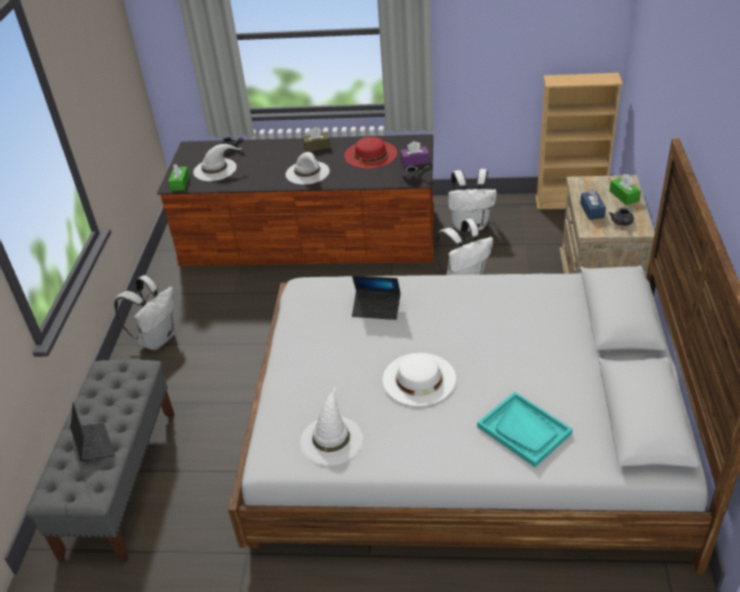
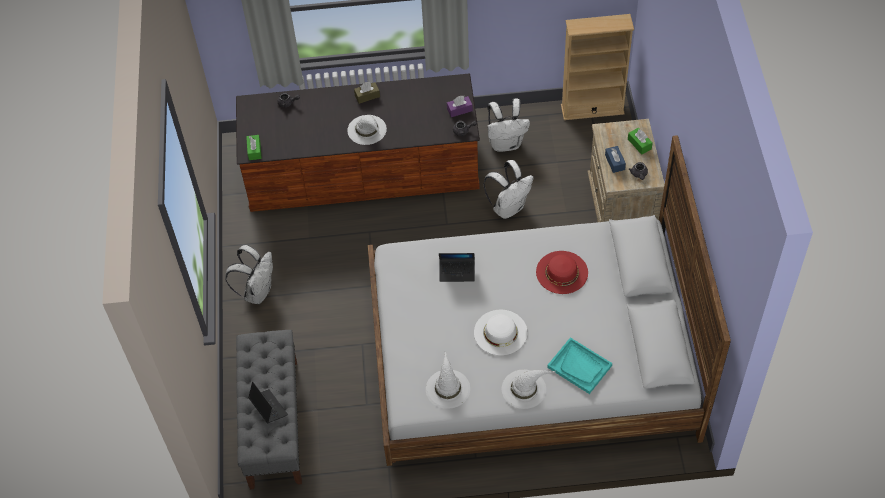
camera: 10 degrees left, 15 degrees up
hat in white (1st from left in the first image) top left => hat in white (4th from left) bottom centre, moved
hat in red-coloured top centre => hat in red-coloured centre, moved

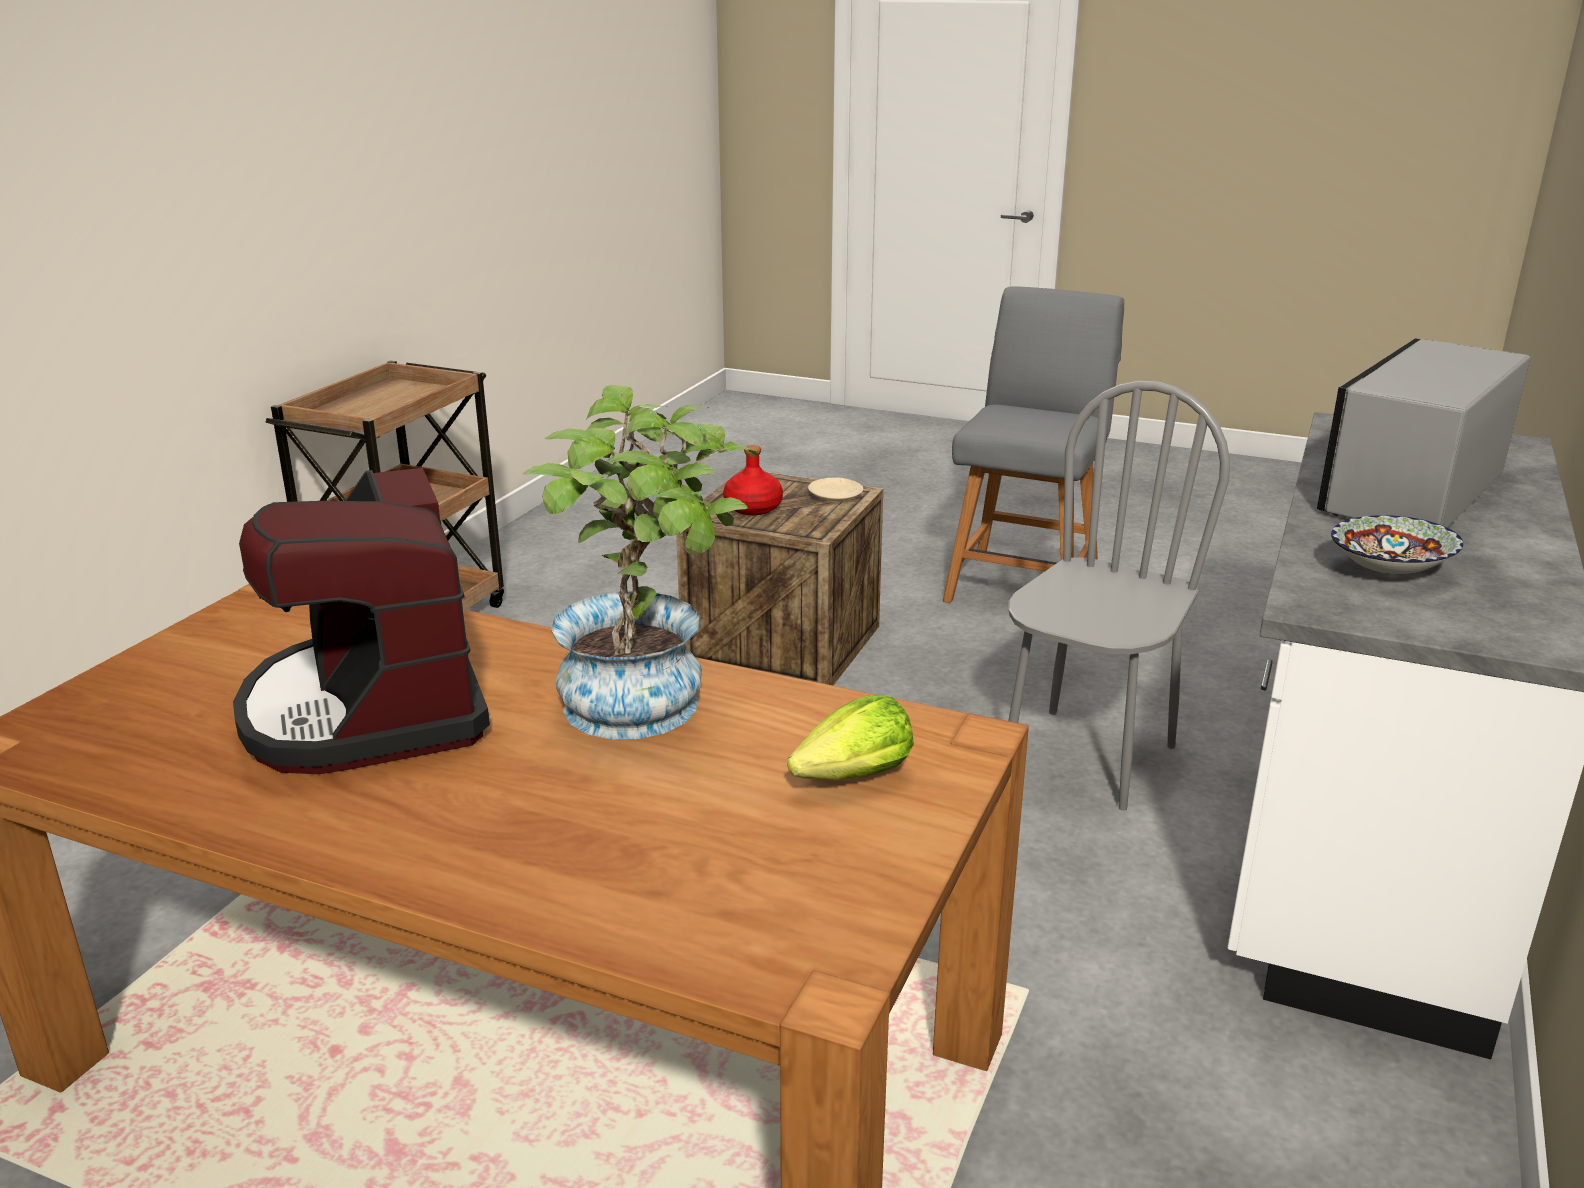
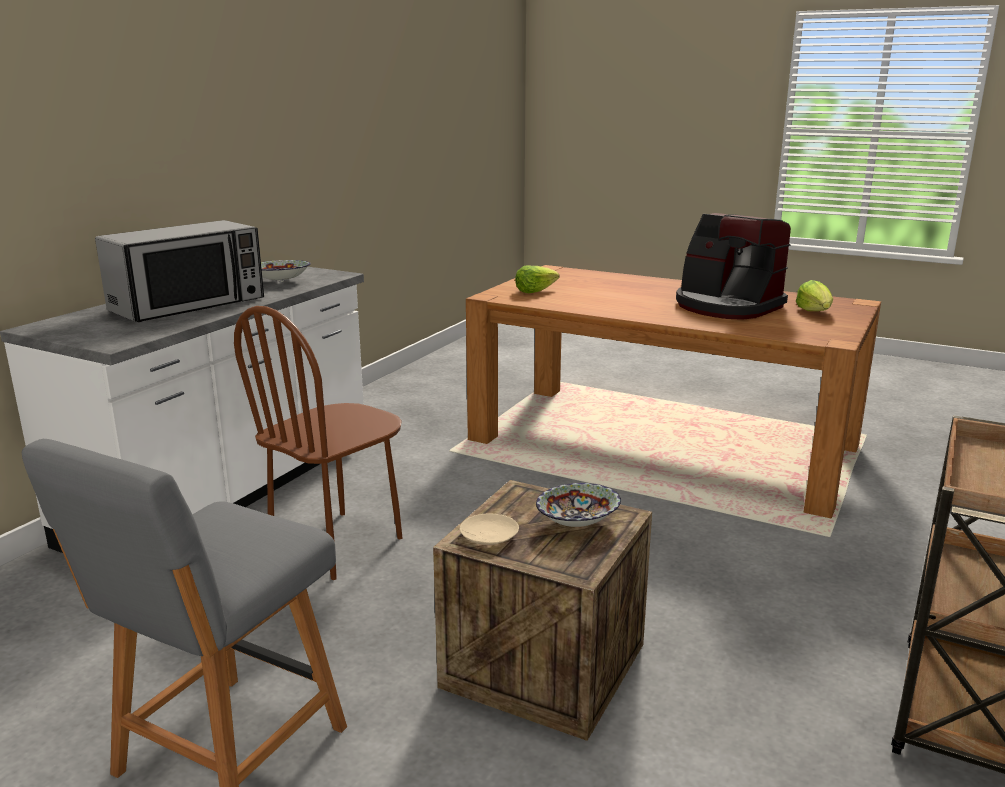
camera: 175 degrees left, 5 degrees down
coffee maker middle left => coffee maker middle right, 150 degrees clockwise
houseplant centre => nothing
bottle in red-coloured centre => deep dish (2nd from left) centre
plain chair in gray (2nd from left) middle right => plain chair in brownish middle left
nothing => head of lettuce (2nd from left) middle right

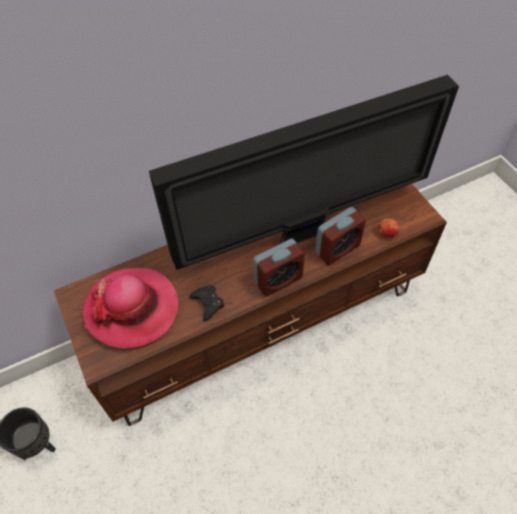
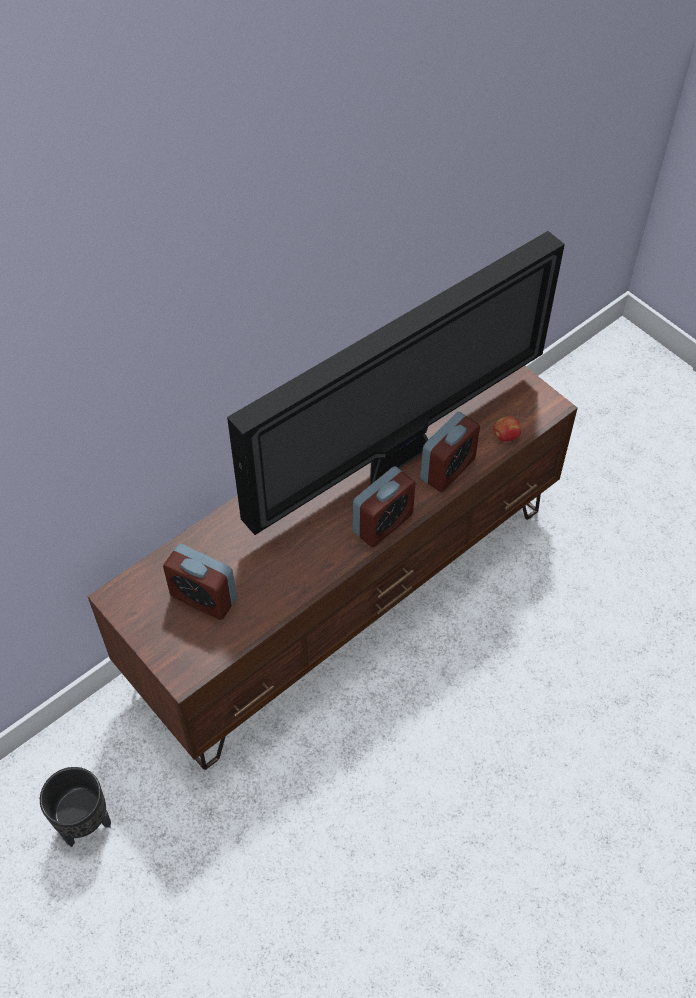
camera: 15 degrees left, 0 degrees up
hat middle left => bedside clock (1st from left) middle left
joypad in black-coloured centre => nothing

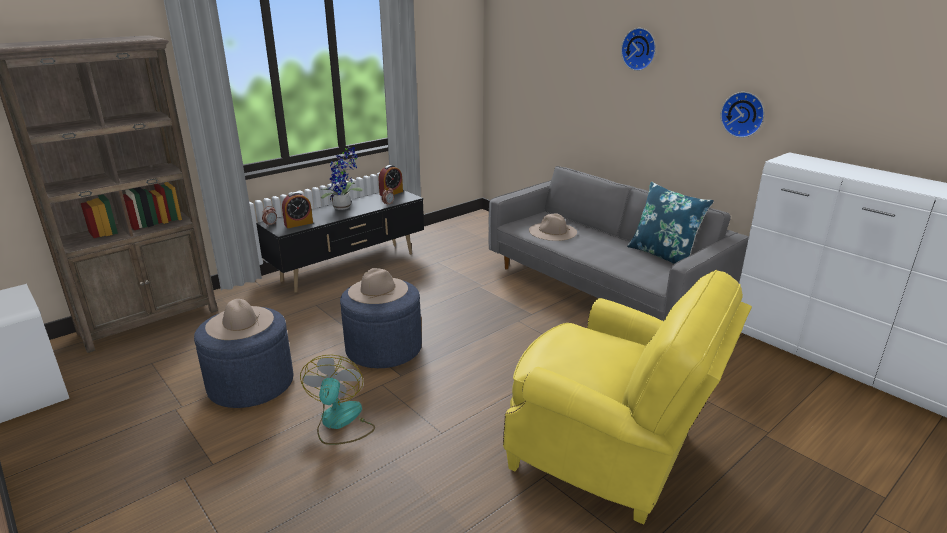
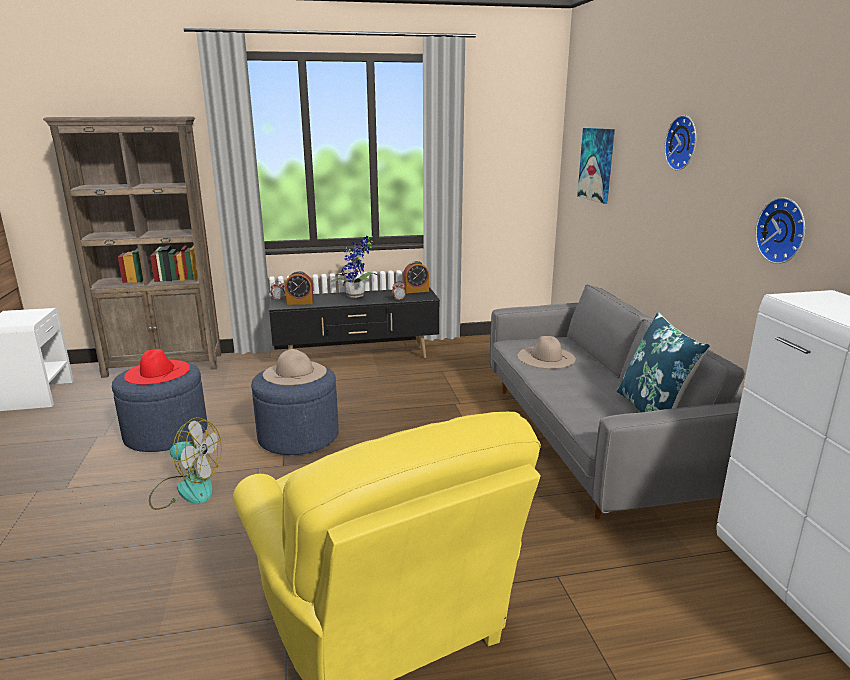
camera: 30 degrees right, 5 degrees down
hat in beige-coloured (1st from left) middle left => hat in red-coloured middle left
electric fan bottom centre => electric fan bottom left, 75 degrees clockwise
nothing => picture top right

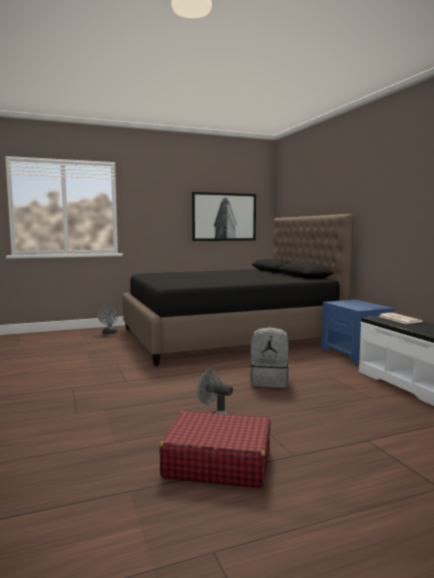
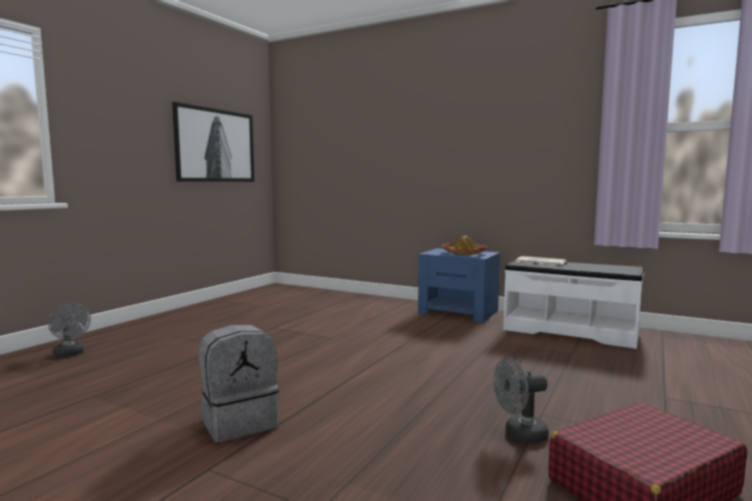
camera: 40 degrees left, 0 degrees up
sleeping bed in black-coloured centre => nothing
knapsack in gray centre => knapsack in gray bottom left, moved
nothing => hat centre

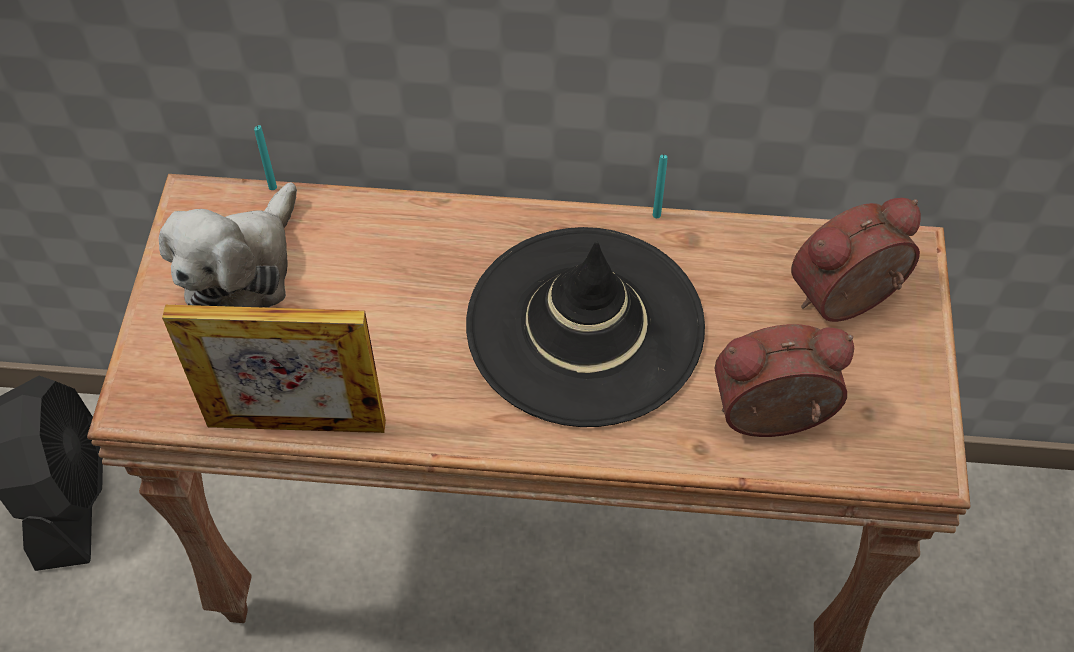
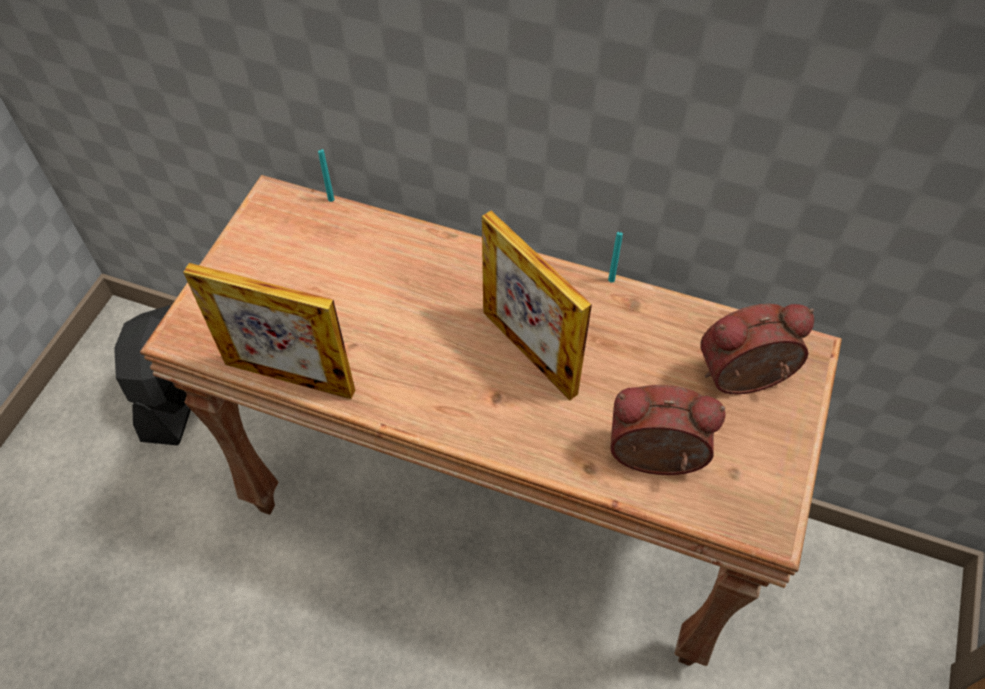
camera: 15 degrees right, 0 degrees up
plush toy middle left => nothing
hat in black-coloured centre => photo frame (2nd from left) centre

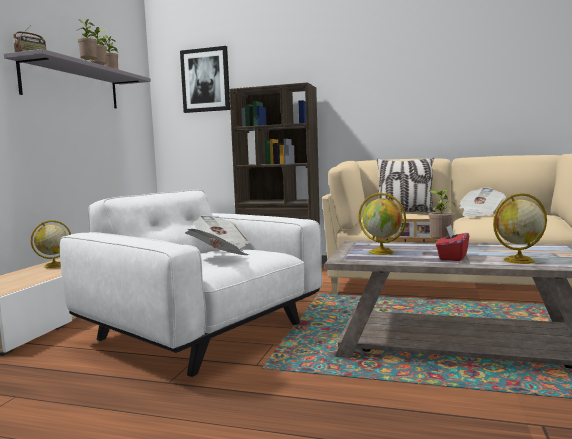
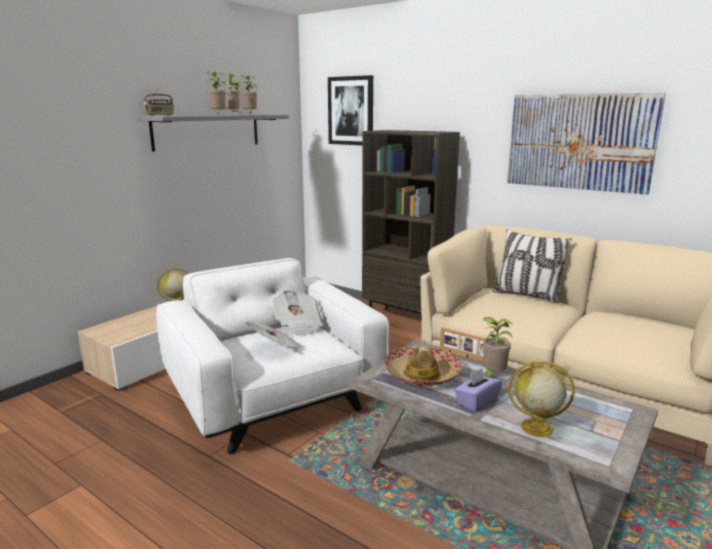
camera: 20 degrees right, 10 degrees up
globe (2nd from left) middle right => hat bottom centre
tissue holder in red-coloured middle right => tissue holder in purple bottom right
printed paper (3rd from left) middle right => nothing
nothing => picture (2nd from left) top right

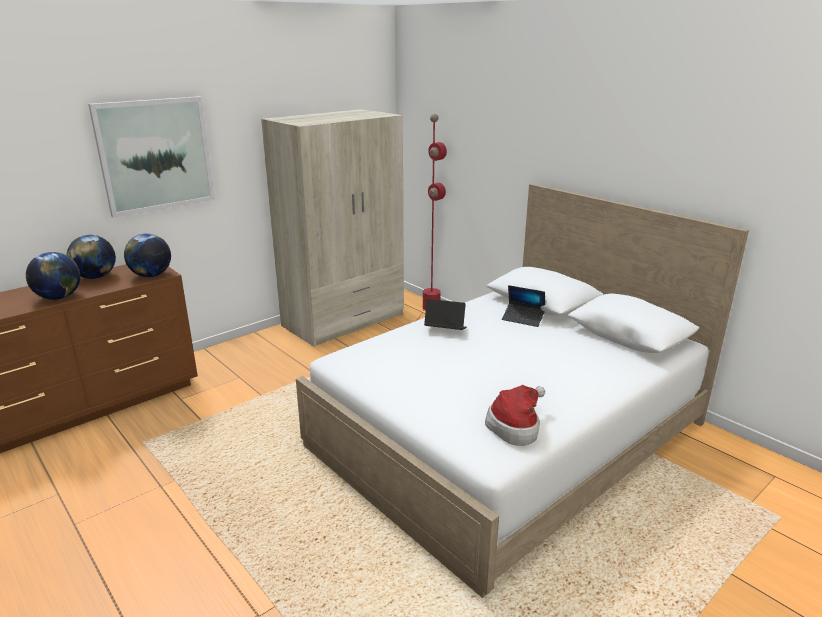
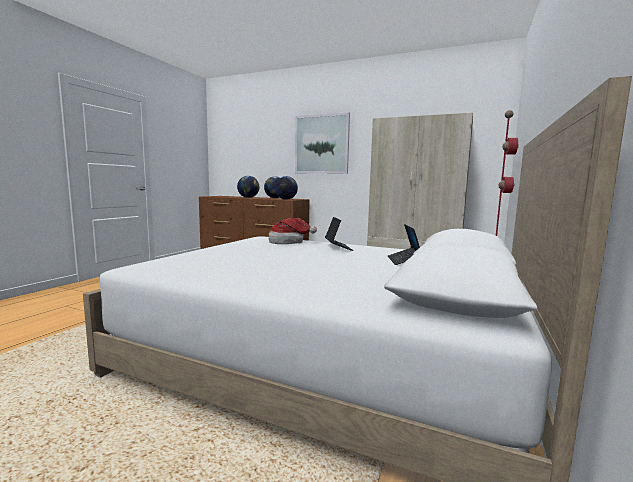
camera: 65 degrees right, 15 degrees down
hat bottom centre => hat centre, moved

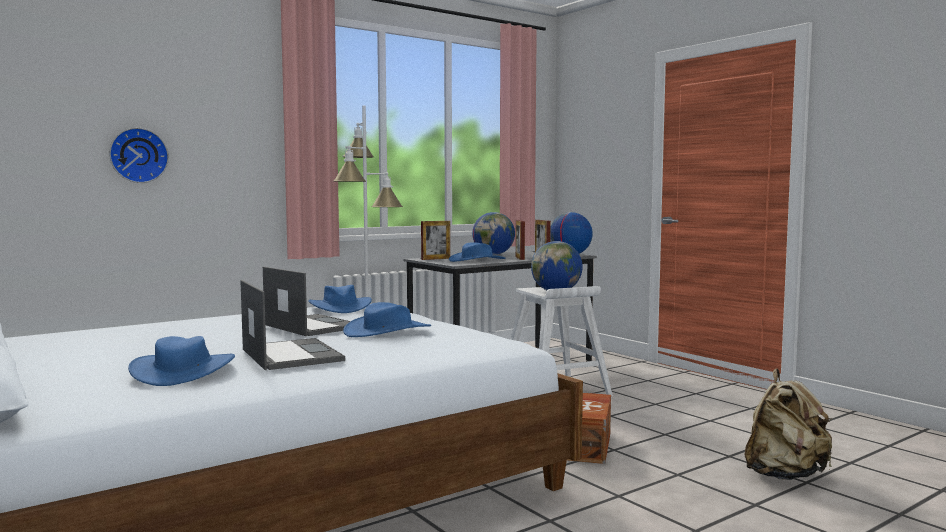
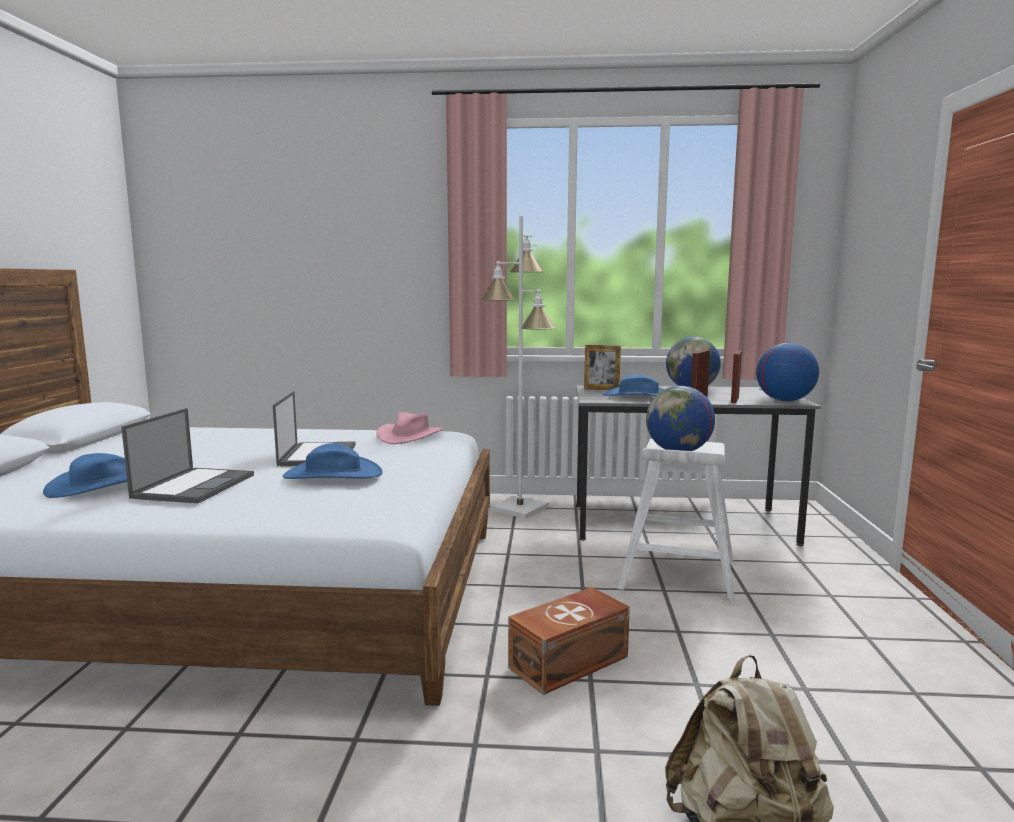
camera: 40 degrees right, 5 degrees up
clock on the wall top left => nothing
hat in bluish (2nd from left) centre => hat in pink-coloured centre

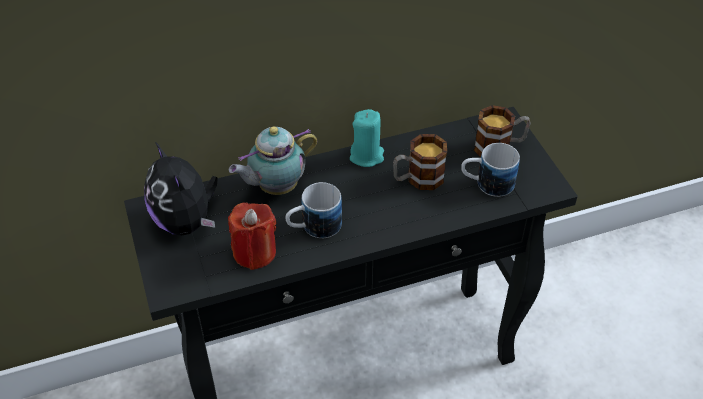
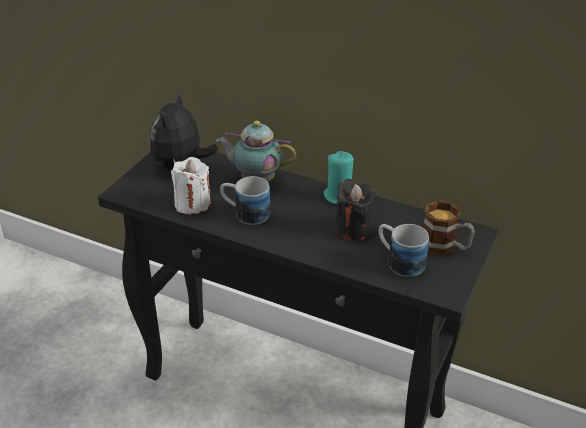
camera: 45 degrees right, 10 degrees down
candle in red-coloured centre => candle in white middle left
coffee mug (2nd from left) centre => candle in black-coloured centre

